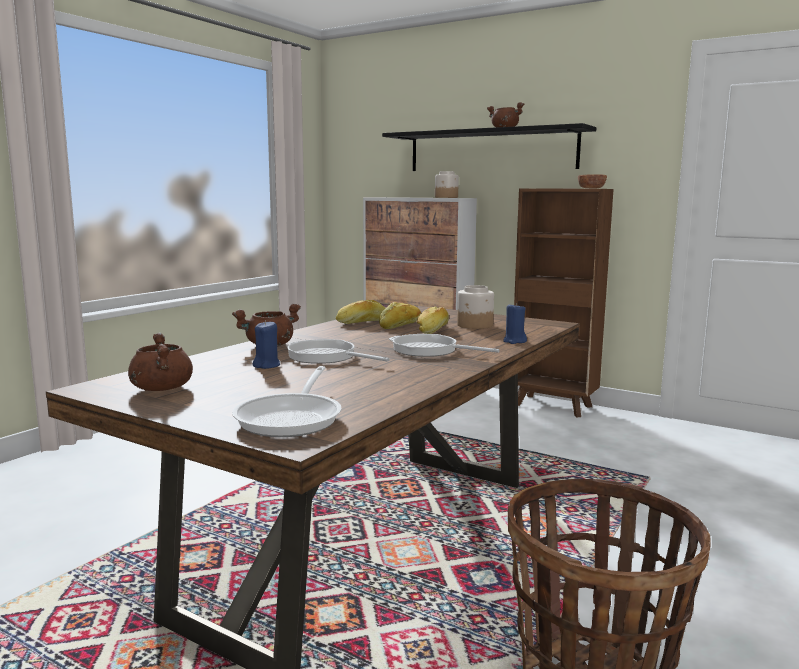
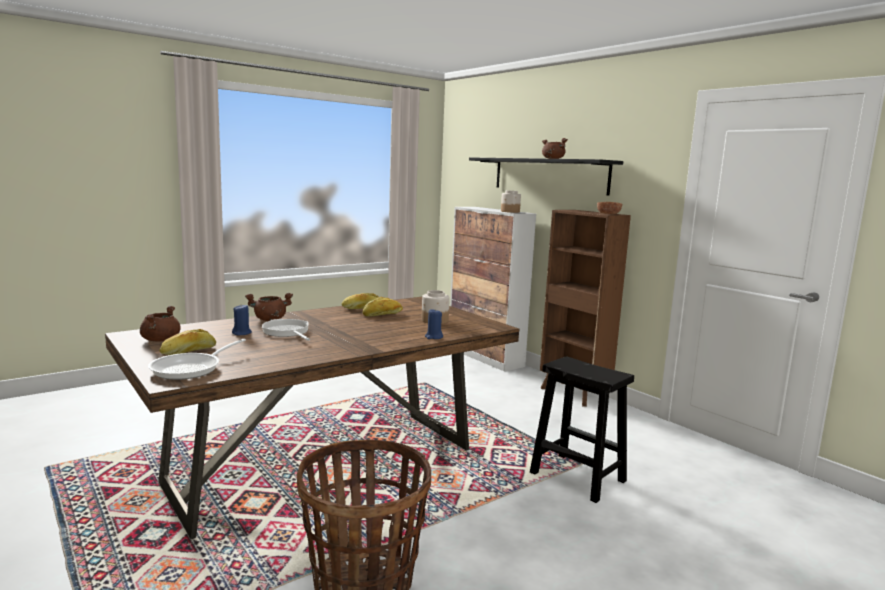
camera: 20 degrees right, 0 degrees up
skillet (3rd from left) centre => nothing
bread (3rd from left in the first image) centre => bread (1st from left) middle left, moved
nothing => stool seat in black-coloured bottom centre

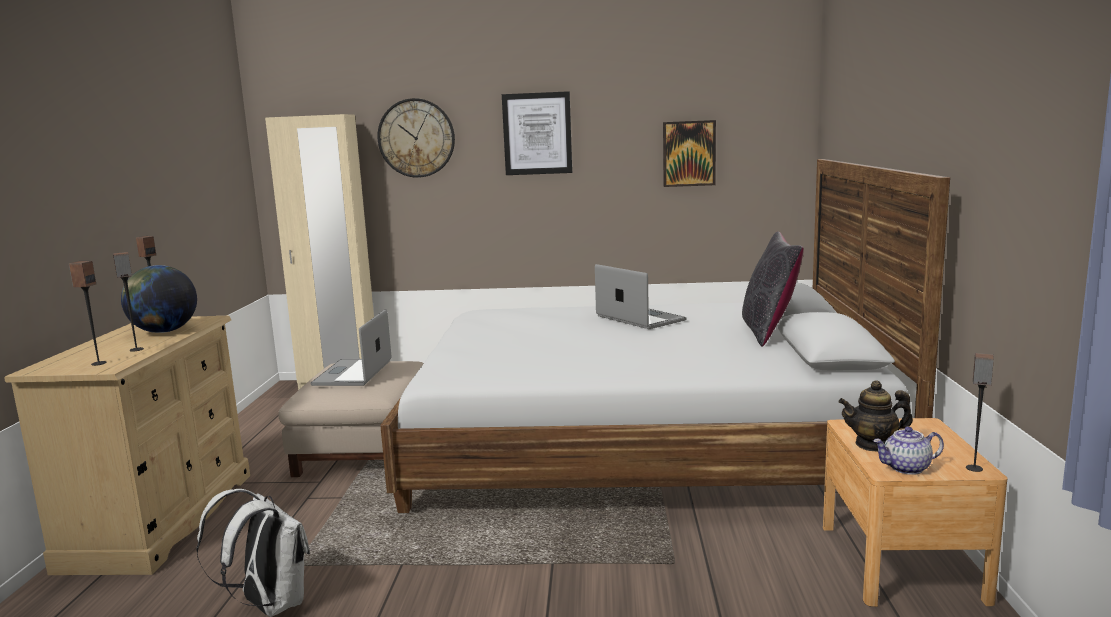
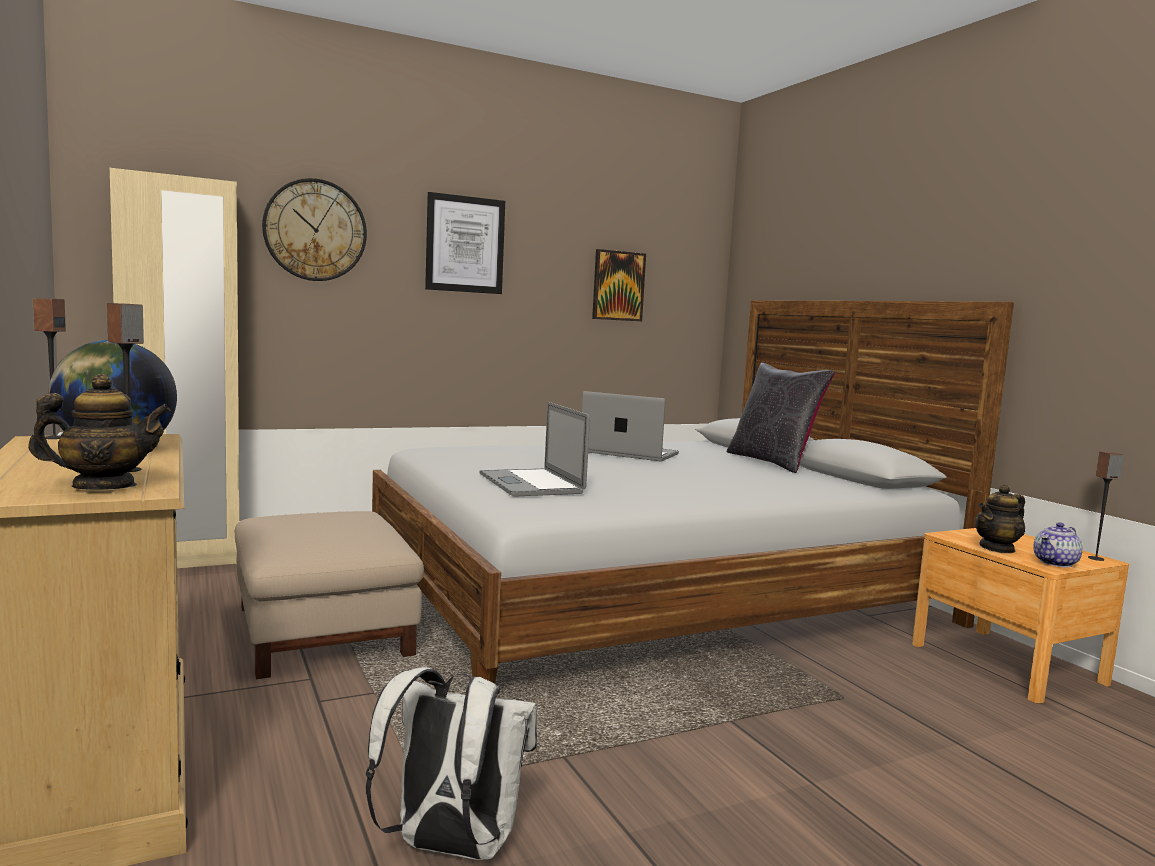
camera: 30 degrees left, 5 degrees down
speaker (1st from left) middle left => teapot (1st from left) middle left
portable computer (1st from left) middle left => portable computer (1st from left) centre, moved

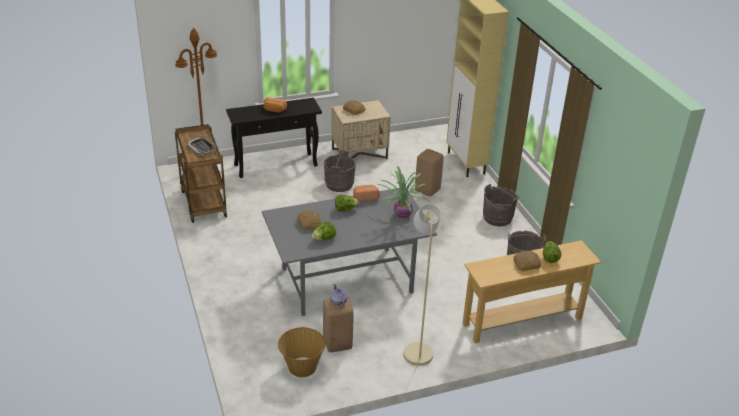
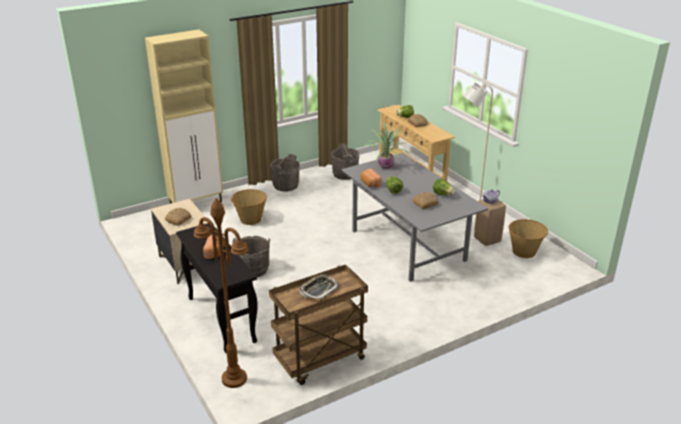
camera: 100 degrees left, 5 degrees down
stool seat in beige-coloured (2nd from left) centre => basket (1st from left) centre

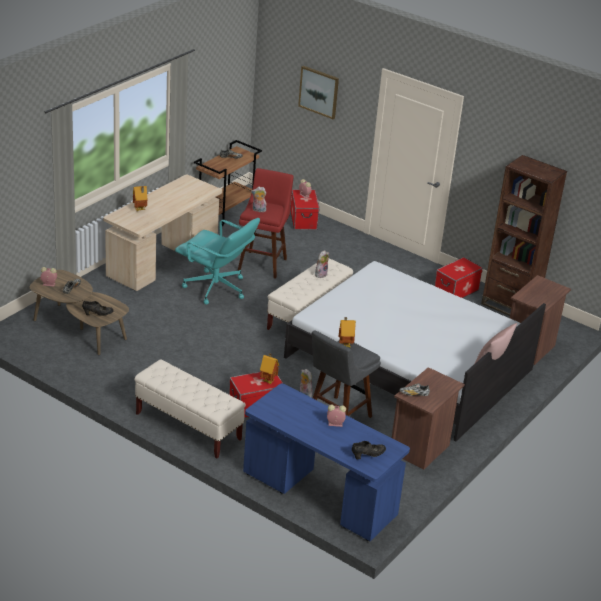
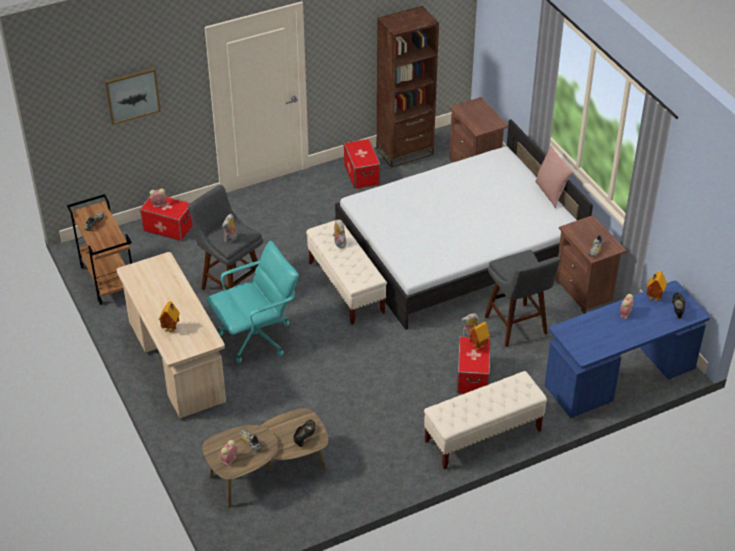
camera: 60 degrees left, 10 degrees up
stool seat in red-coloured centre => stool seat in gray (1st from left) middle left
model house (3rd from left) centre => model house (3rd from left) middle right, moved

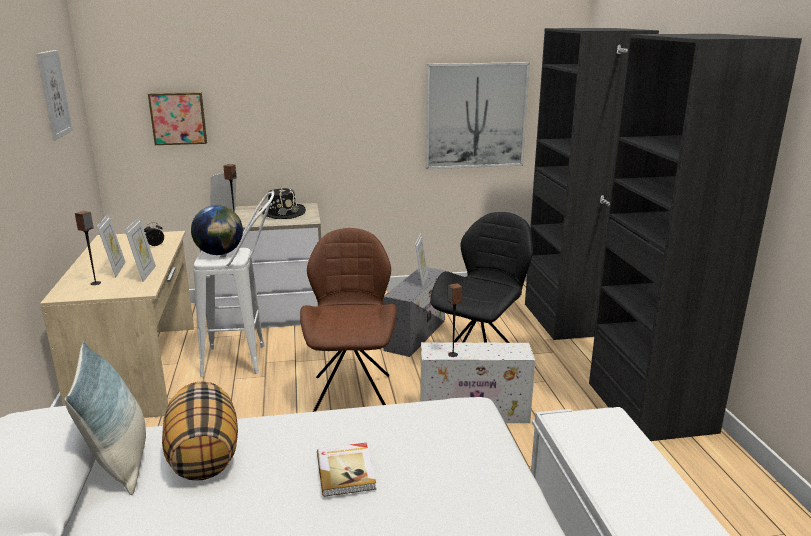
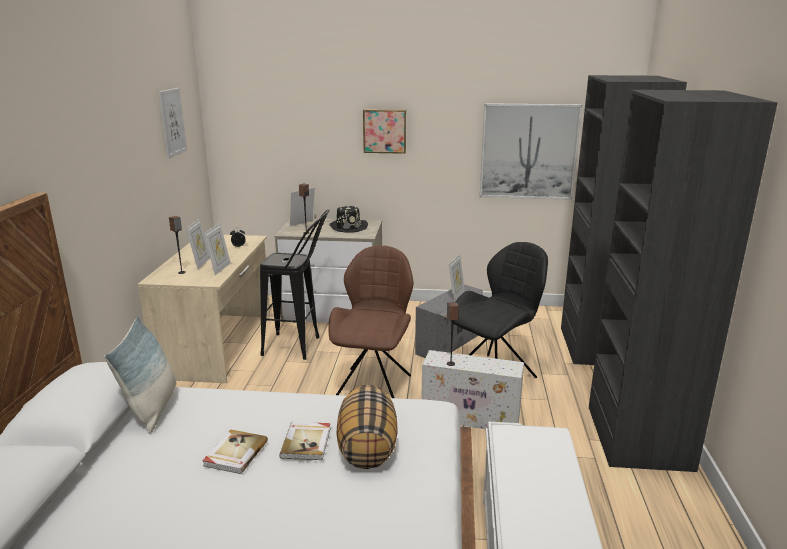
camera: 15 degrees right, 0 degrees up
picture (2nd from left) top left => picture (2nd from left) top centre, moved
pillow (2nd from left) bottom left => pillow (2nd from left) bottom centre, moved
globe middle left => nothing
stool seat in white middle left => stool seat in black-coloured centre
nothing => book (1st from left) bottom left

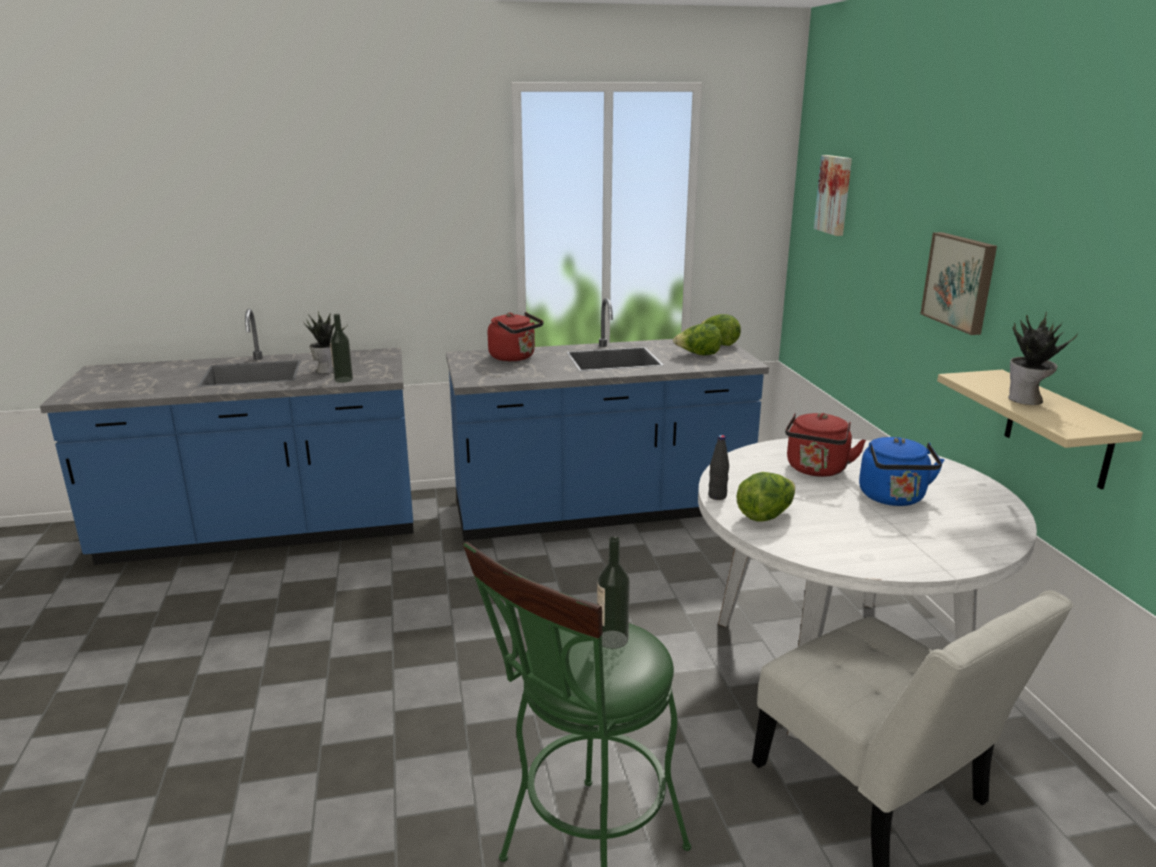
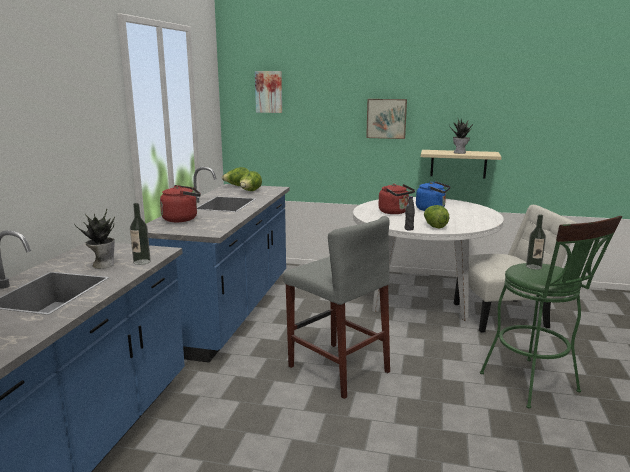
camera: 65 degrees left, 5 degrees down
nothing => stool seat in gray centre

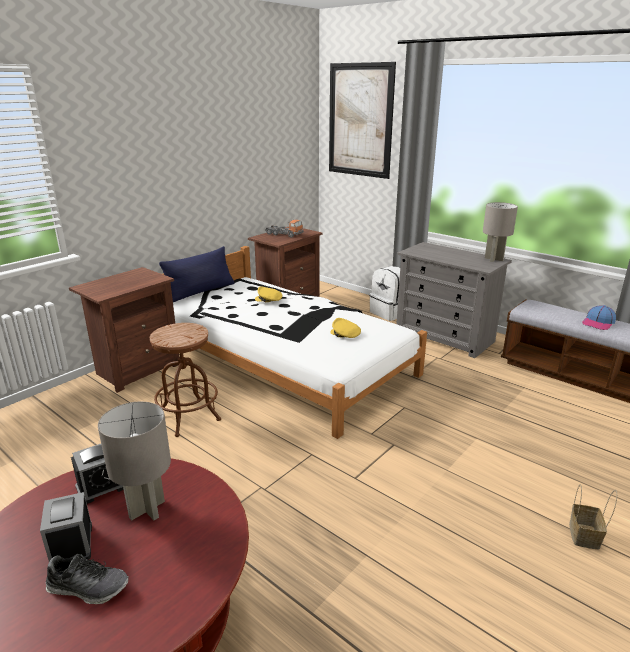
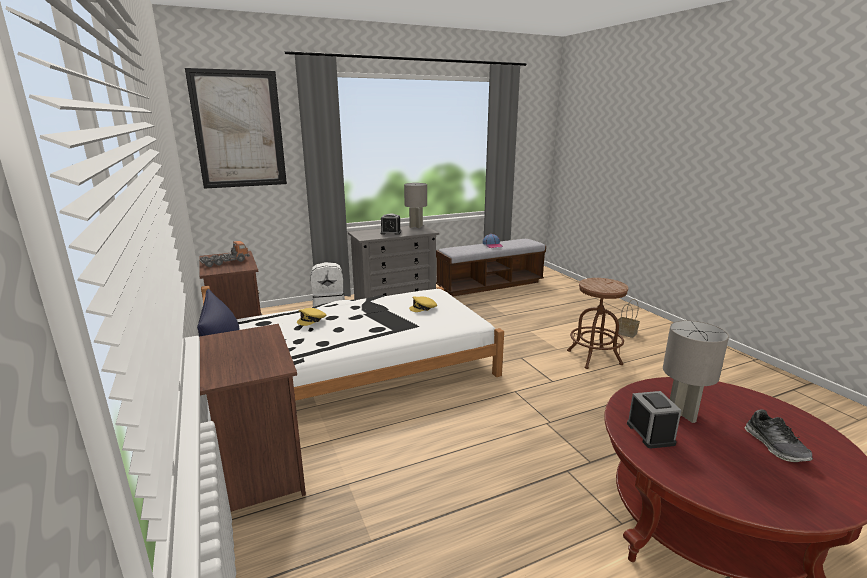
camera: 65 degrees left, 5 degrees down
bedside clock (1st from left) bottom left => bedside clock (1st from left) centre, moved
low shoe bottom left => low shoe bottom right, 135 degrees clockwise
stool seat in brownish middle left => stool seat in brownish middle right, moved

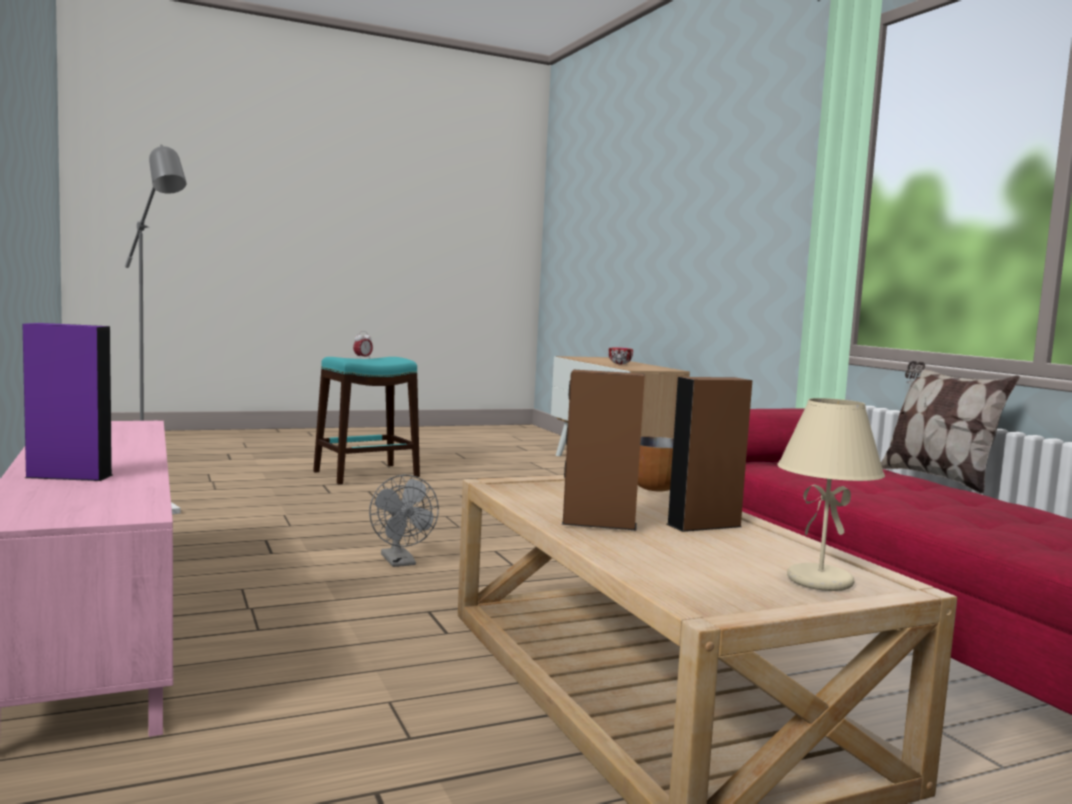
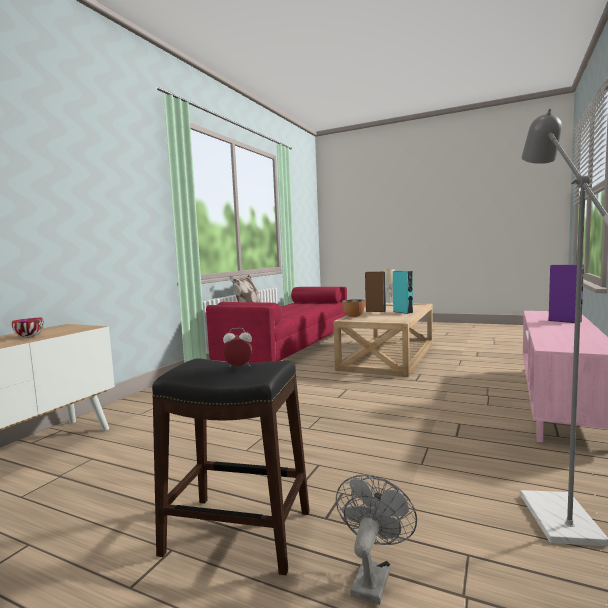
camera: 130 degrees left, 0 degrees up
stool seat in turquoise centre => stool seat in black-coloured bottom centre
electric fan in gray centre => electric fan in gray bottom centre, moved
speaker in brownish (1st from left) centre => speaker in turquoise centre

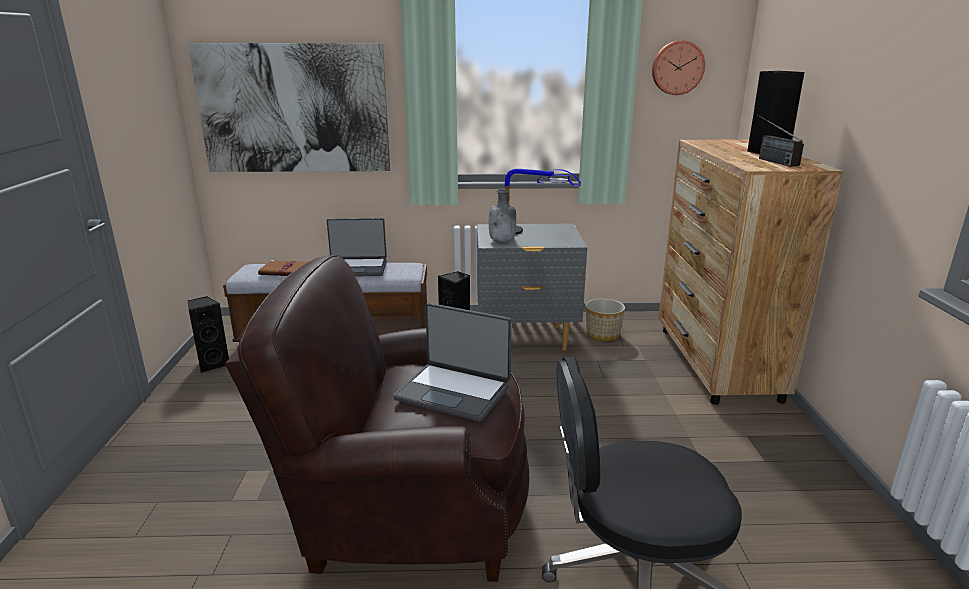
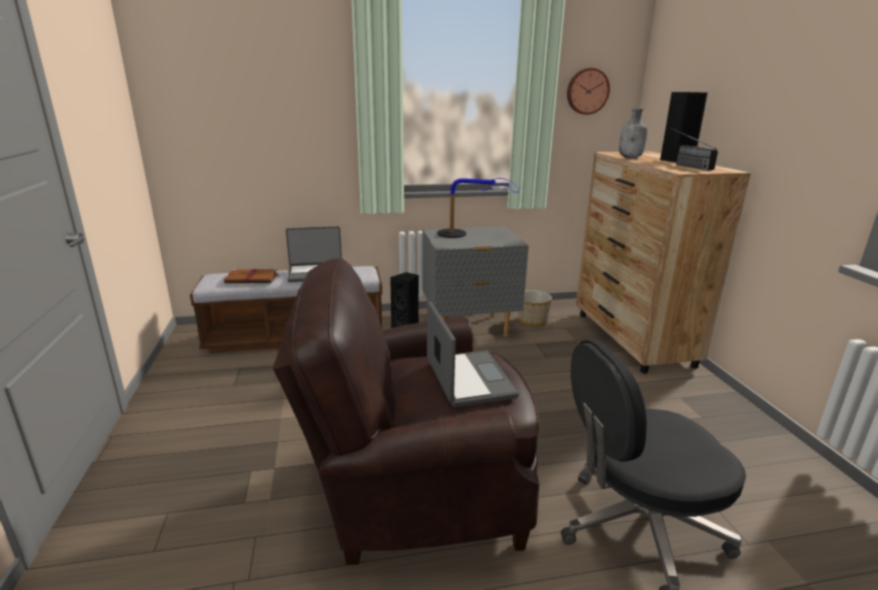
camera: 10 degrees left, 0 degrees up
picture top left => nothing
speaker in black-coloured (1st from left) middle left => nothing
portable computer (2nd from left) centre, 120 degrees counterclockwise
bottle in gray centre => bottle in gray top right, moved

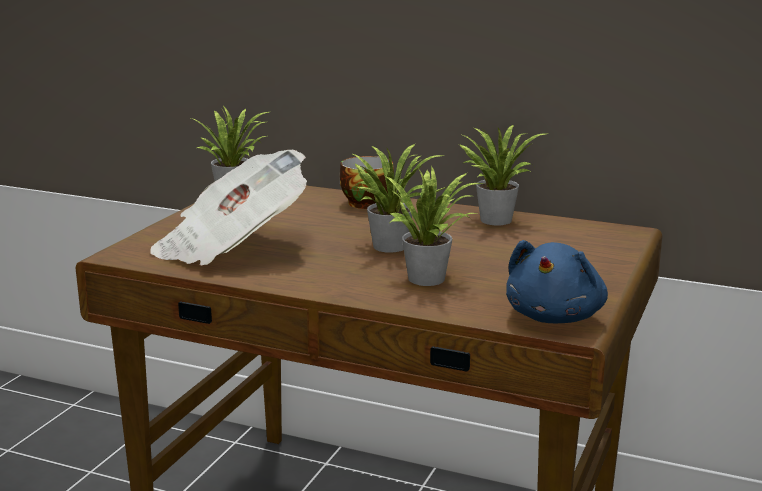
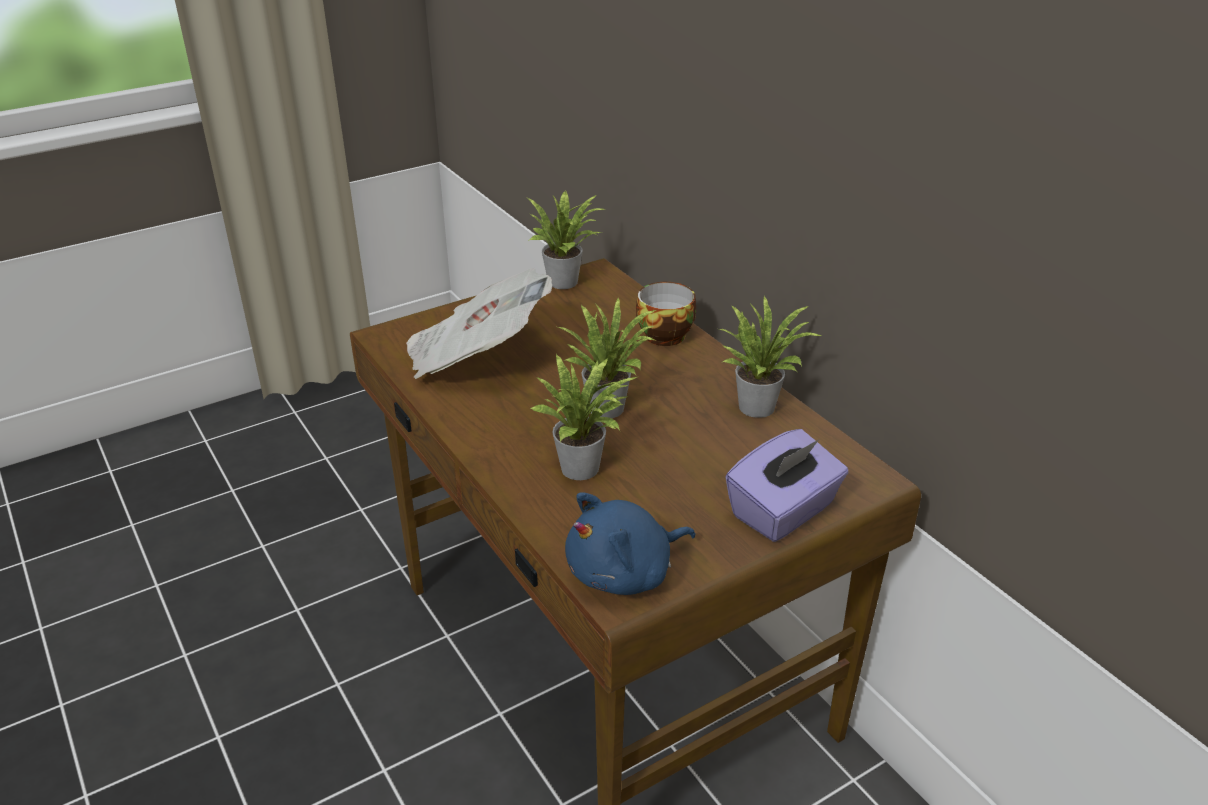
camera: 35 degrees right, 15 degrees up
nothing => tissue holder in purple centre

